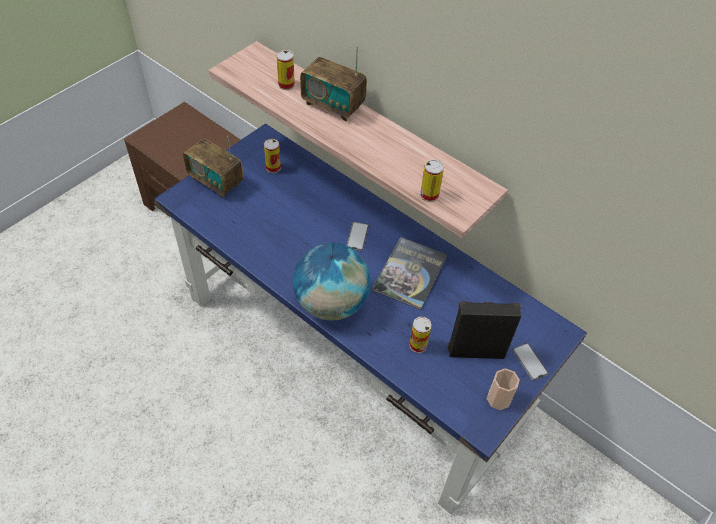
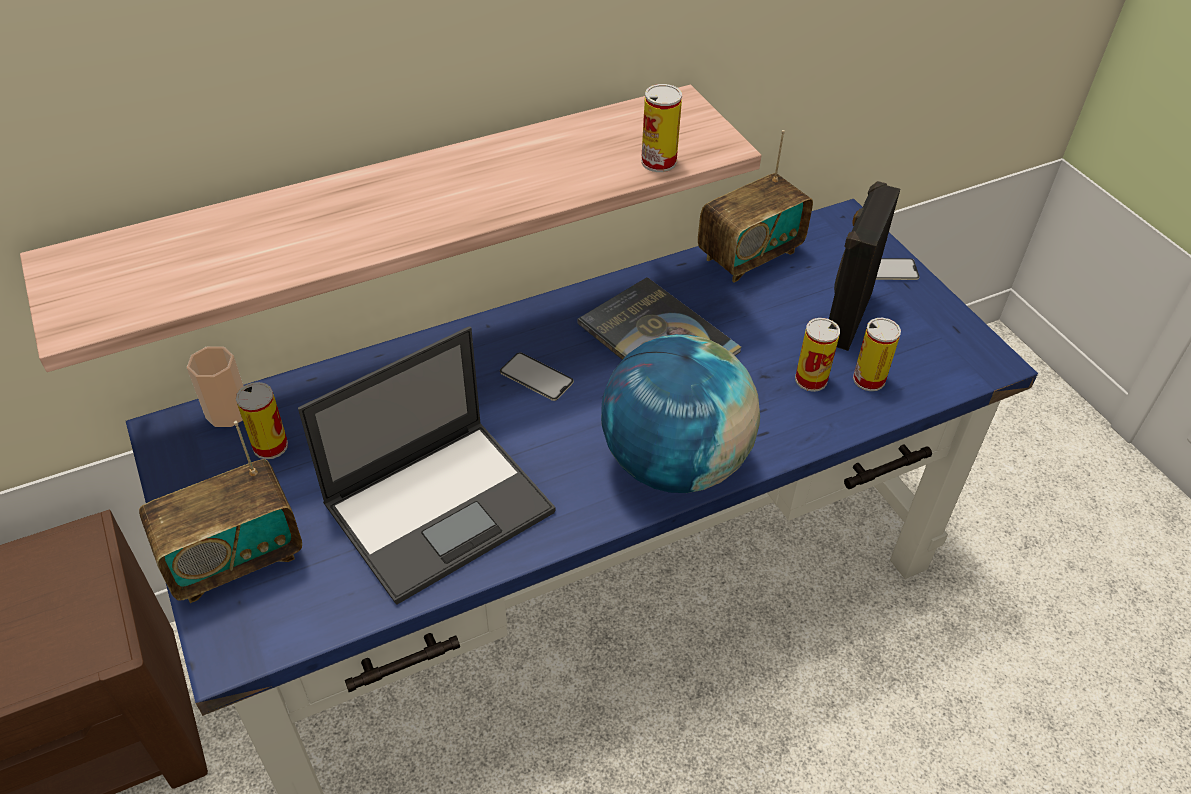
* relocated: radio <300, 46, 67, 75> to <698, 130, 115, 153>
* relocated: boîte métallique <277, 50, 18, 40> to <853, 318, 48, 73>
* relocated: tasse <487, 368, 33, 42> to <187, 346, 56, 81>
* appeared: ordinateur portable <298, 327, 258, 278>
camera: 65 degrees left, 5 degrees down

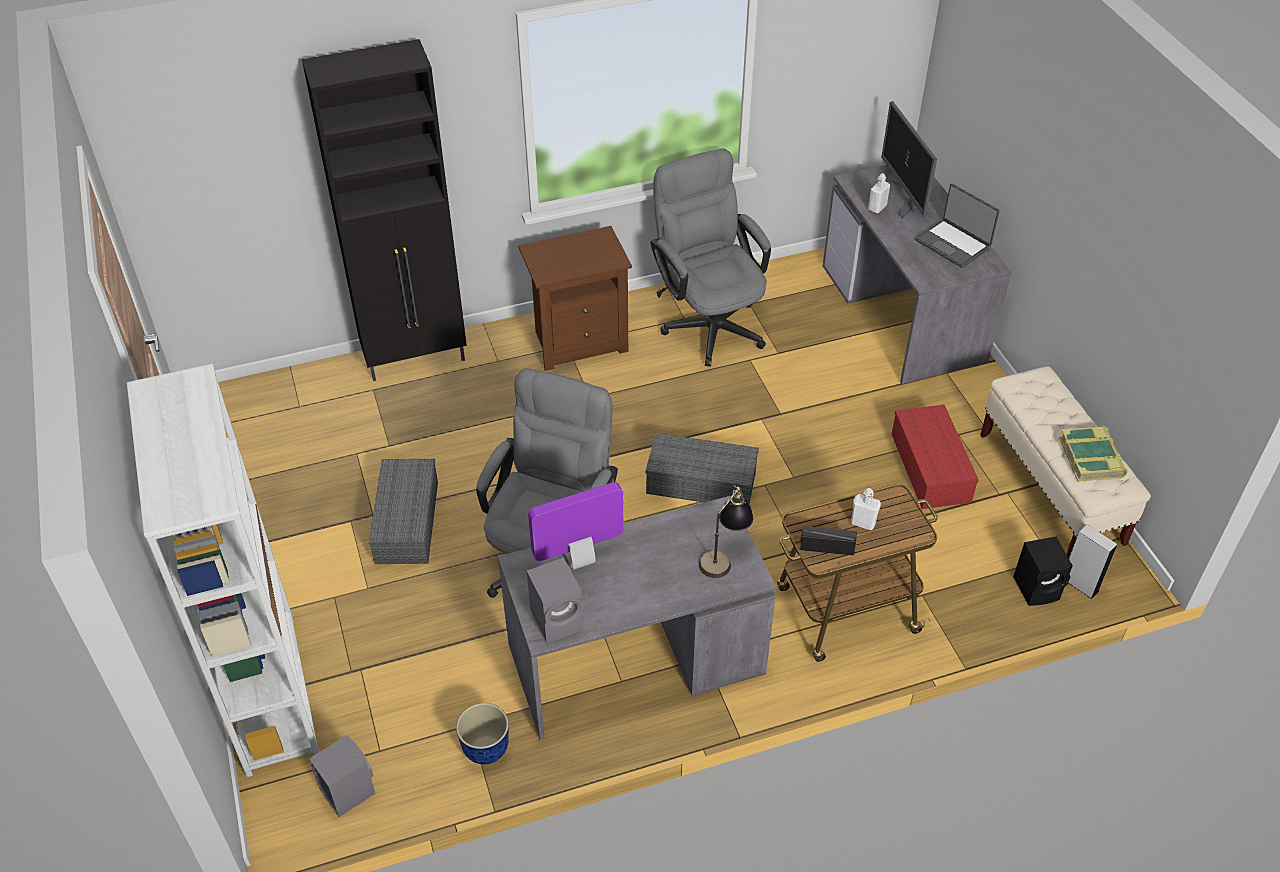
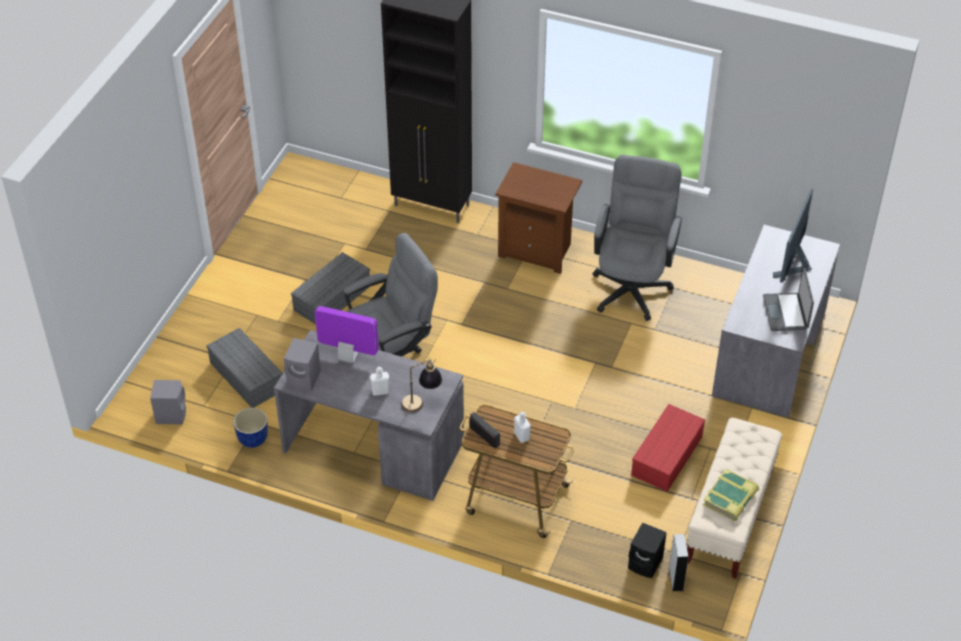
* relocated: bouteille/blanc <868, 173, 22, 40> to <370, 367, 19, 29>
* missing: bibliothèque/blanc <127, 363, 193, 414>
* relocated: boîte de rangement/gris <645, 433, 114, 71> to <206, 328, 77, 80>
camera: 40 degrees right, 0 degrees up

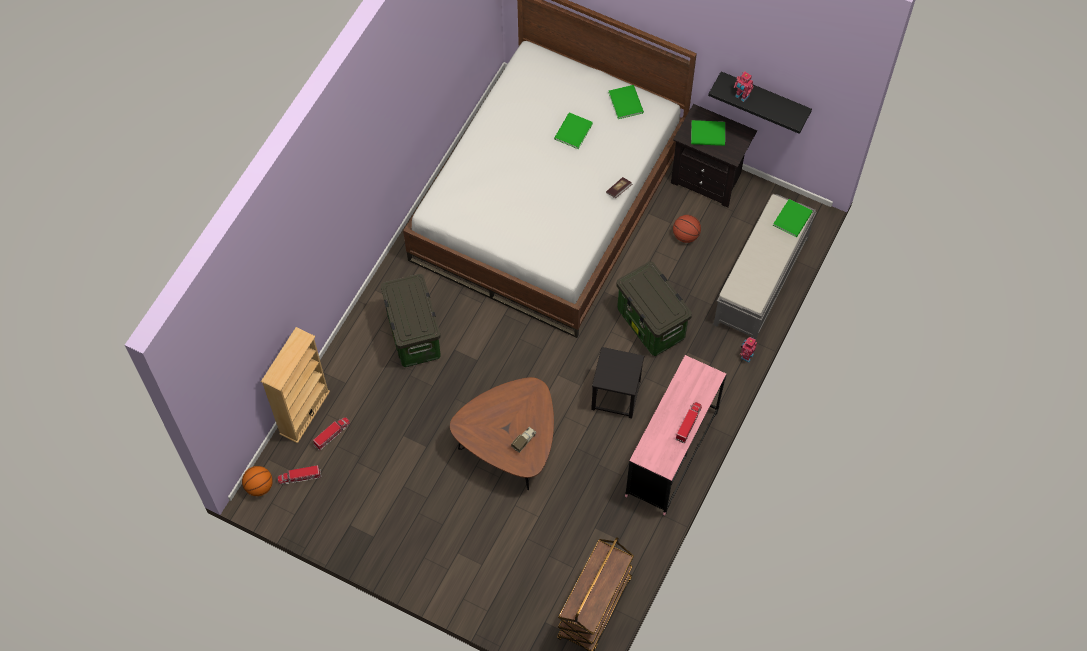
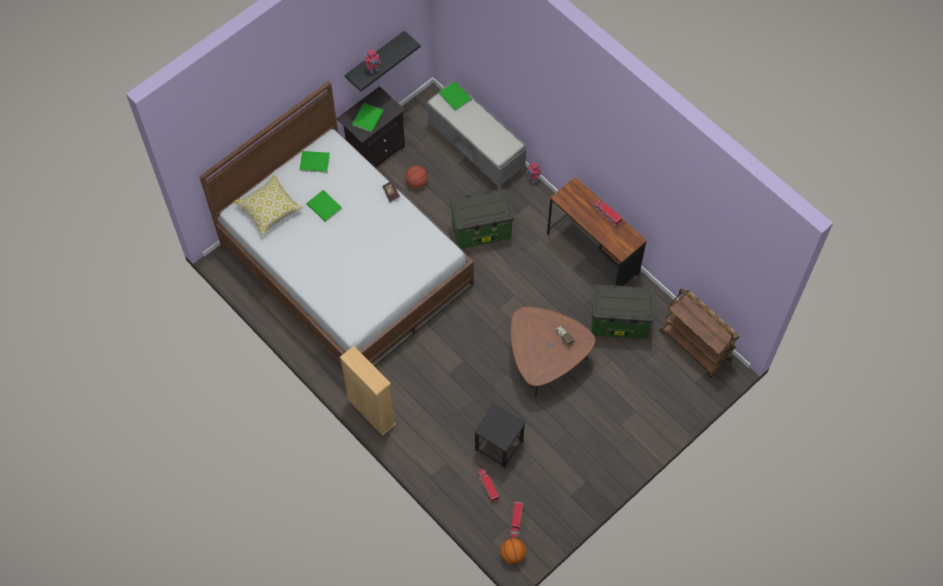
* relocated: boîte de rangement <381, 274, 60, 93> to <591, 285, 64, 54>
* relocated: bibliothèque/beige <261, 327, 69, 116> to <340, 346, 56, 90>
* relocated: tabouret/noir <591, 347, 53, 71> to <474, 404, 52, 64>
* colour: bureau/rose <625, 355, 101, 161> to bureau/marron <547, 177, 100, 109>
* appeared: coussin <234, 174, 69, 61>
camera: 70 degrees left, 0 degrees up

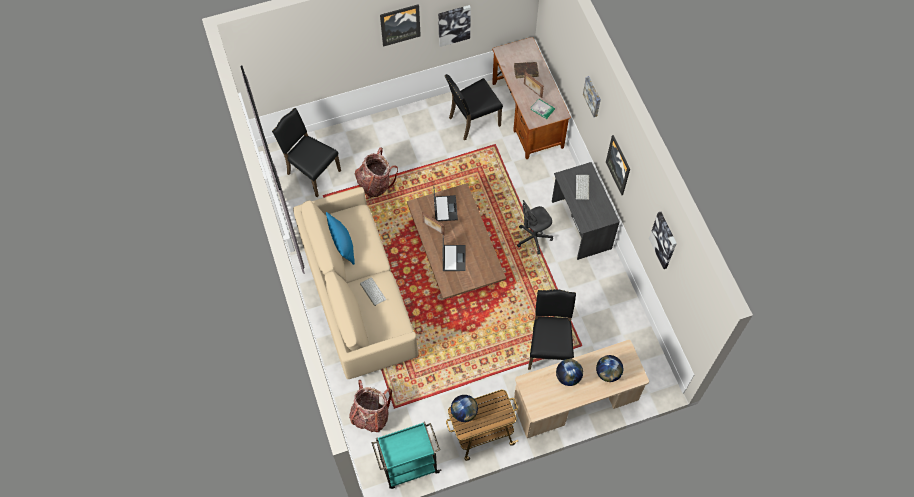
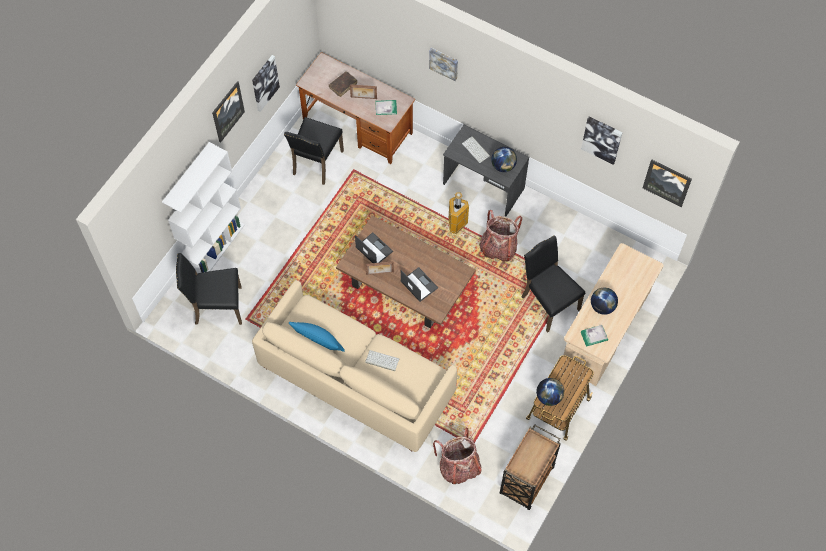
* relocated: tableau <606, 135, 24, 60> to <643, 159, 49, 48>
* relocated: sac à dos <355, 147, 43, 50> to <479, 210, 43, 52>
* exchanged: chaise de bureau/gris <517, 200, 36, 54> to poubelle <449, 192, 20, 42>
* relocated: globe <596, 355, 27, 27> to <491, 147, 26, 25>
* colour: chariot/turquoise <372, 422, 70, 67> to chariot/marron <500, 424, 61, 86>
* appeared: bibliothèque/blanc <162, 142, 83, 132>
* appeared: livre <581, 325, 27, 22>
camera: 40 degrees left, 0 degrees up

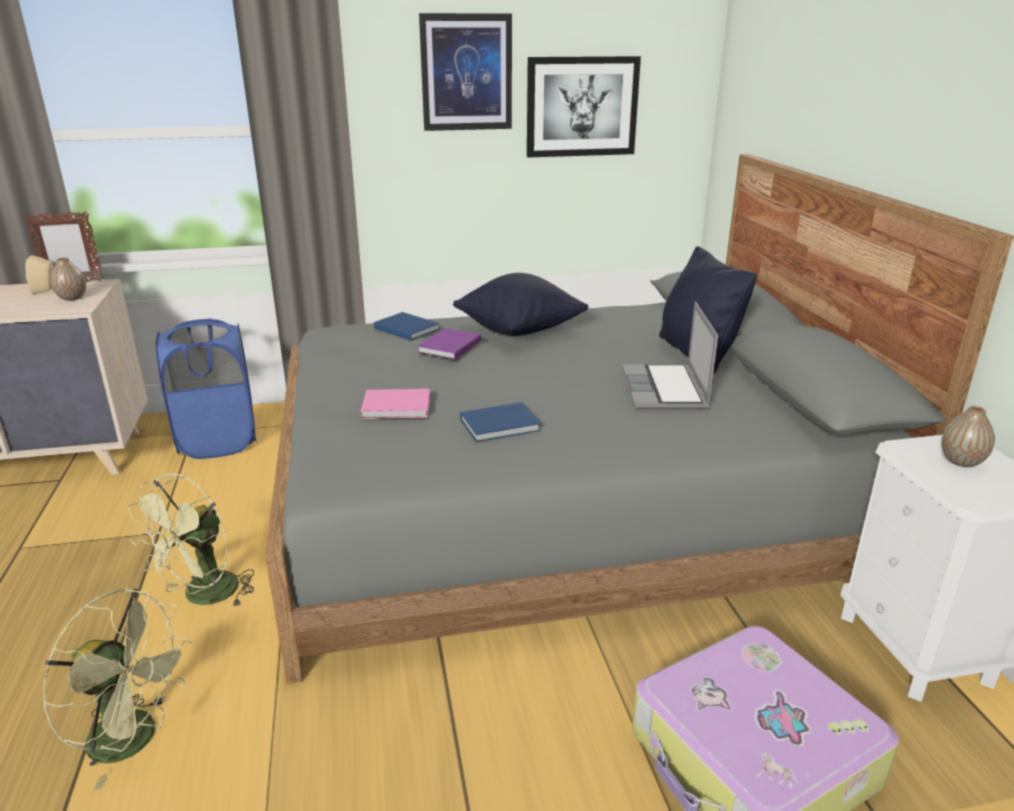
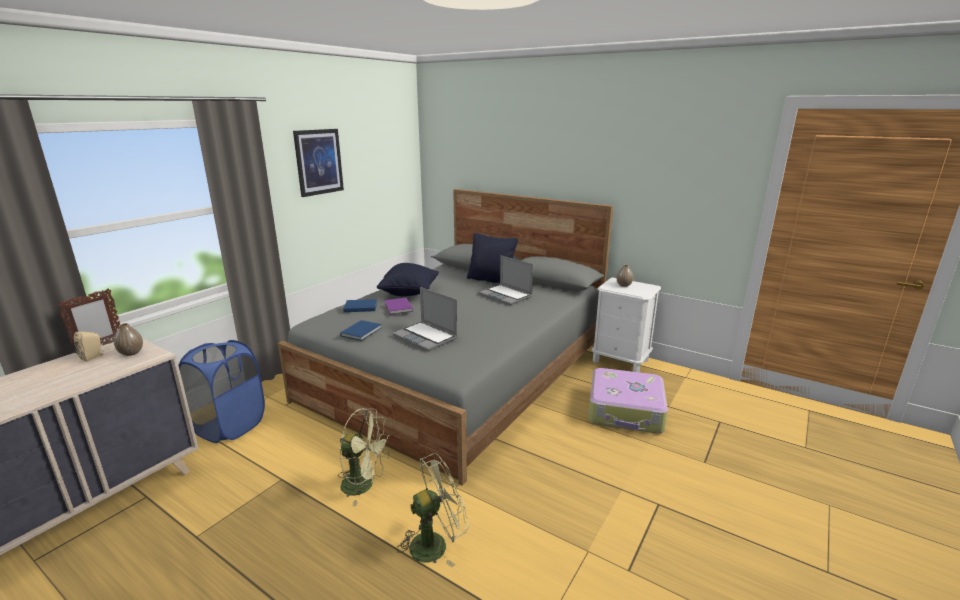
* missing: tableau <527, 56, 114, 101>
* exchanged: livre/rose <361, 389, 69, 30> to ordinateur portable <393, 287, 65, 64>
* relocated: livre/bleu <460, 402, 81, 40> to <340, 320, 41, 21>
* spun: ventilateur/vert <128, 473, 127, 135> = <338, 408, 52, 98> 60 degrees counterclockwise
camera: 45 degrees left, 5 degrees down

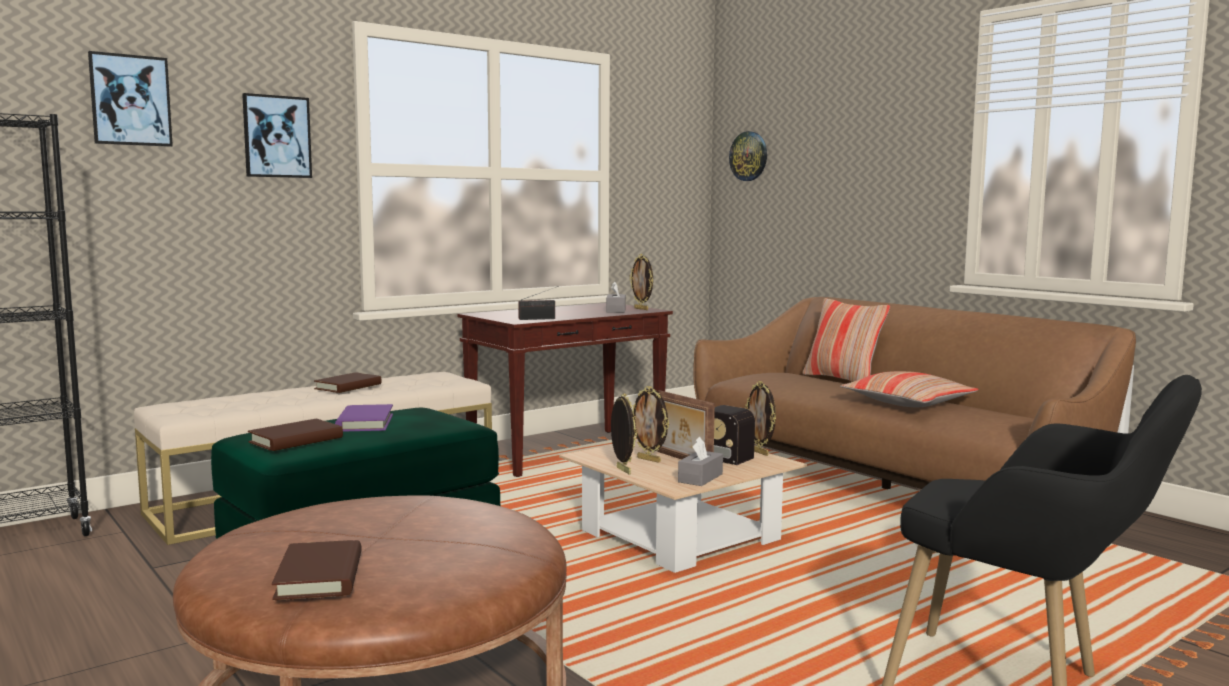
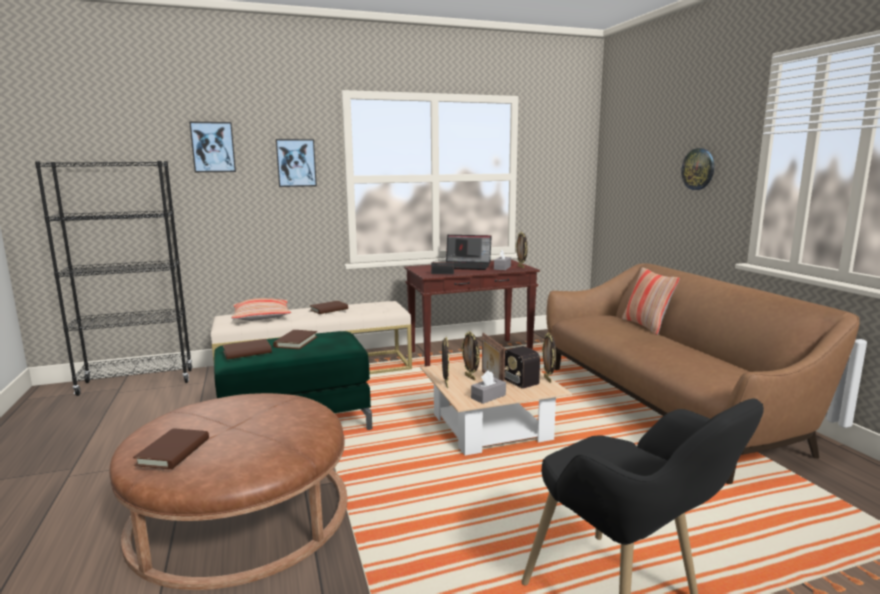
* relocated: horloge murale <729, 131, 38, 50> to <681, 148, 33, 42>
* relocated: coussin <840, 371, 139, 36> to <231, 298, 60, 23>
* colour: livre/violet <335, 404, 58, 28> to livre/marron <273, 330, 45, 19>
* appeared: ordinateur portable <446, 235, 46, 35>
camera: 20 degrees right, 5 degrees up

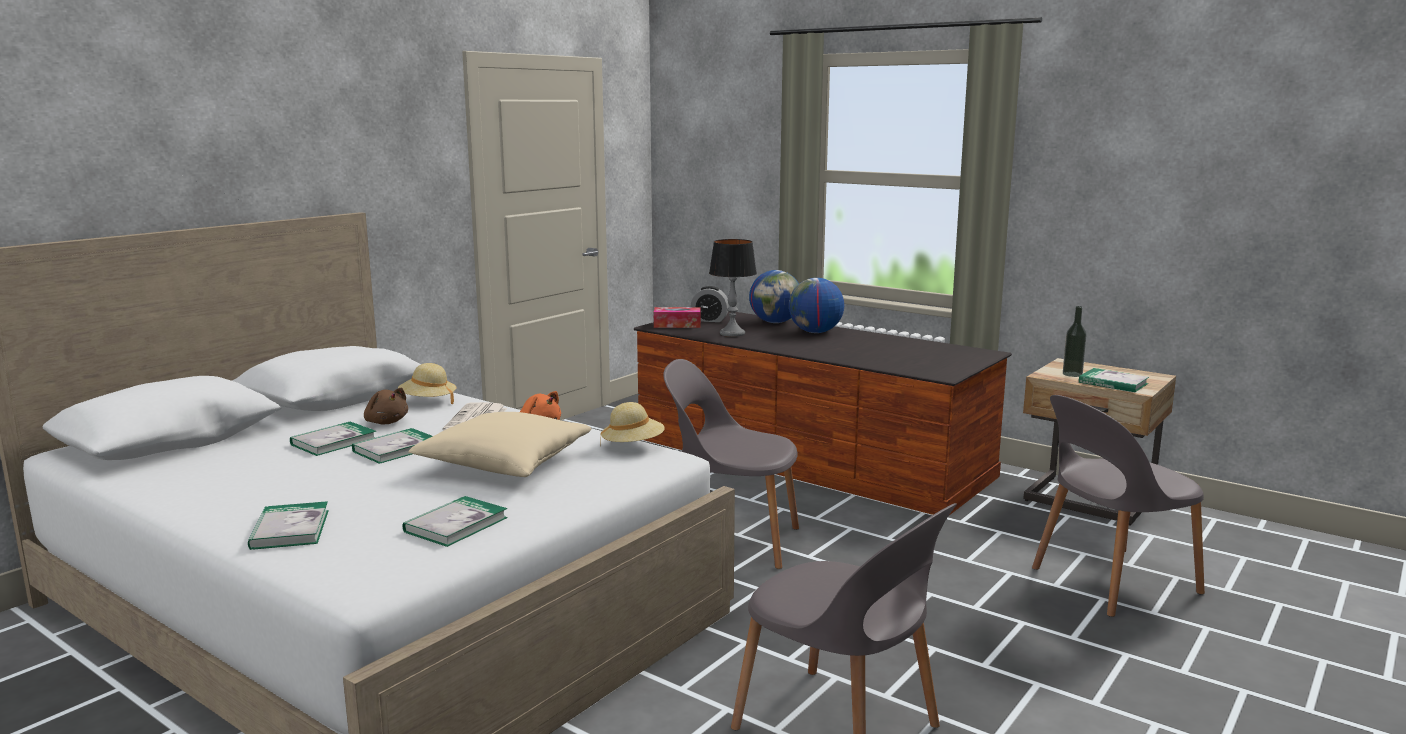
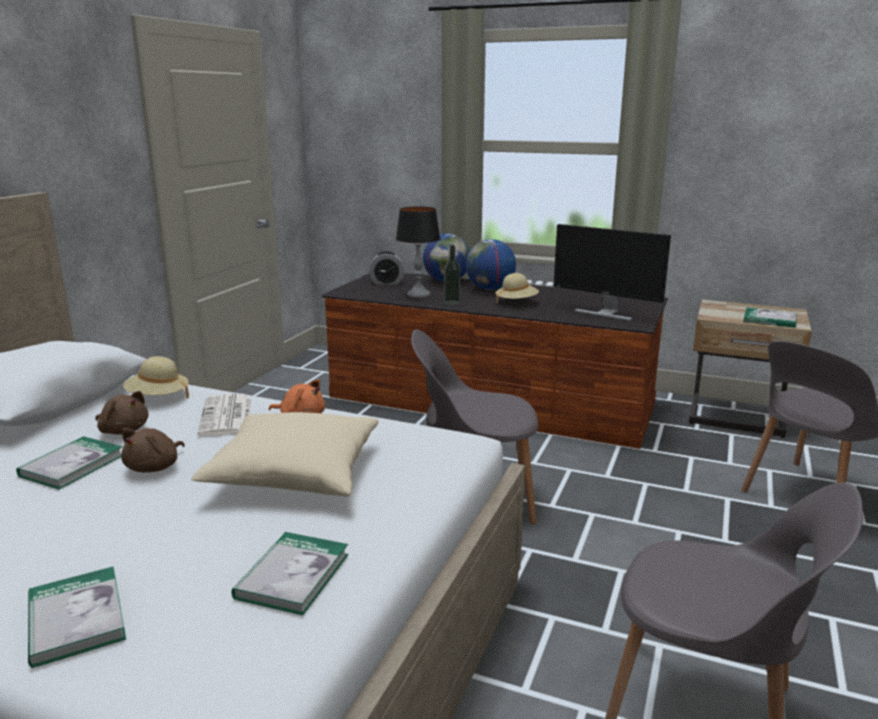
* relocated: bouteille <1063, 306, 24, 71> to <444, 245, 16, 60>
* missing: boîte à mouchoirs <654, 307, 47, 21>
* relocated: chapeau/beige <600, 402, 65, 45> to <495, 273, 44, 31>
* exchanged: livre <352, 428, 81, 36> to peluche/marron <121, 428, 64, 44>
* appeared: écran d'ordinateur <554, 224, 117, 97>
camera: 15 degrees left, 5 degrees up

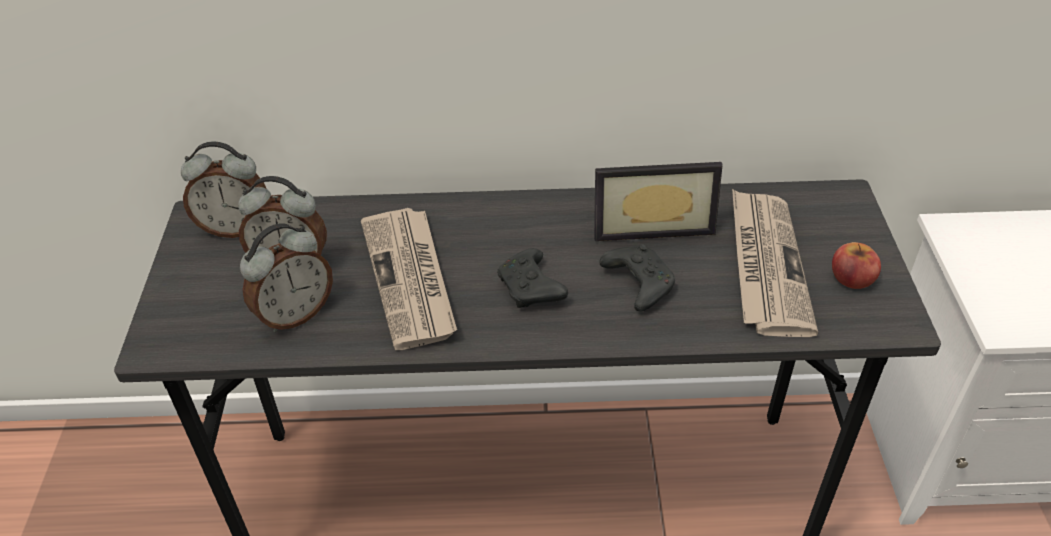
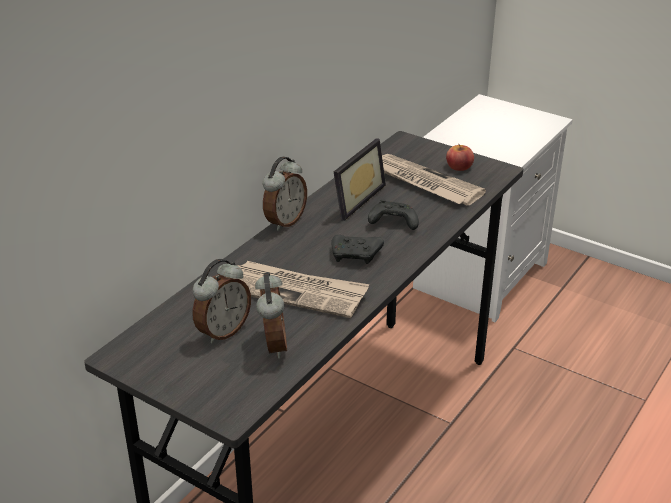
* relocated: réveil <181, 141, 85, 97> to <263, 156, 44, 75>
camera: 55 degrees left, 10 degrees down

